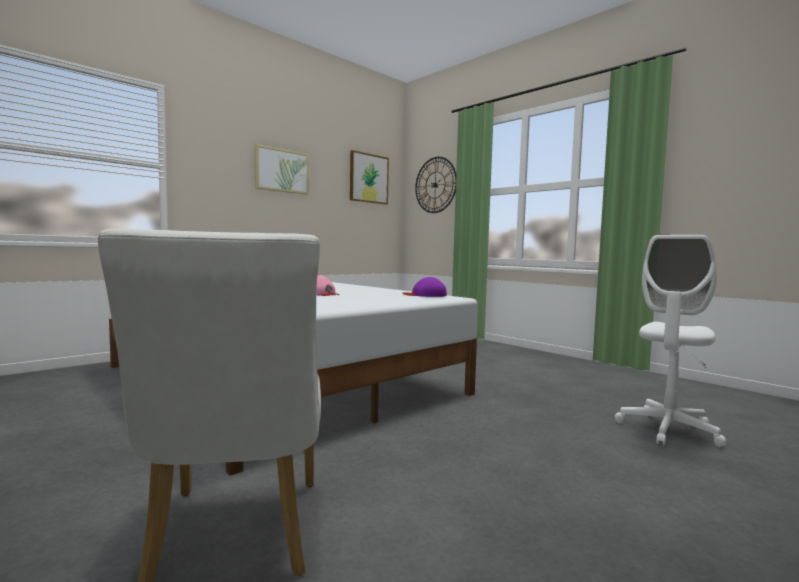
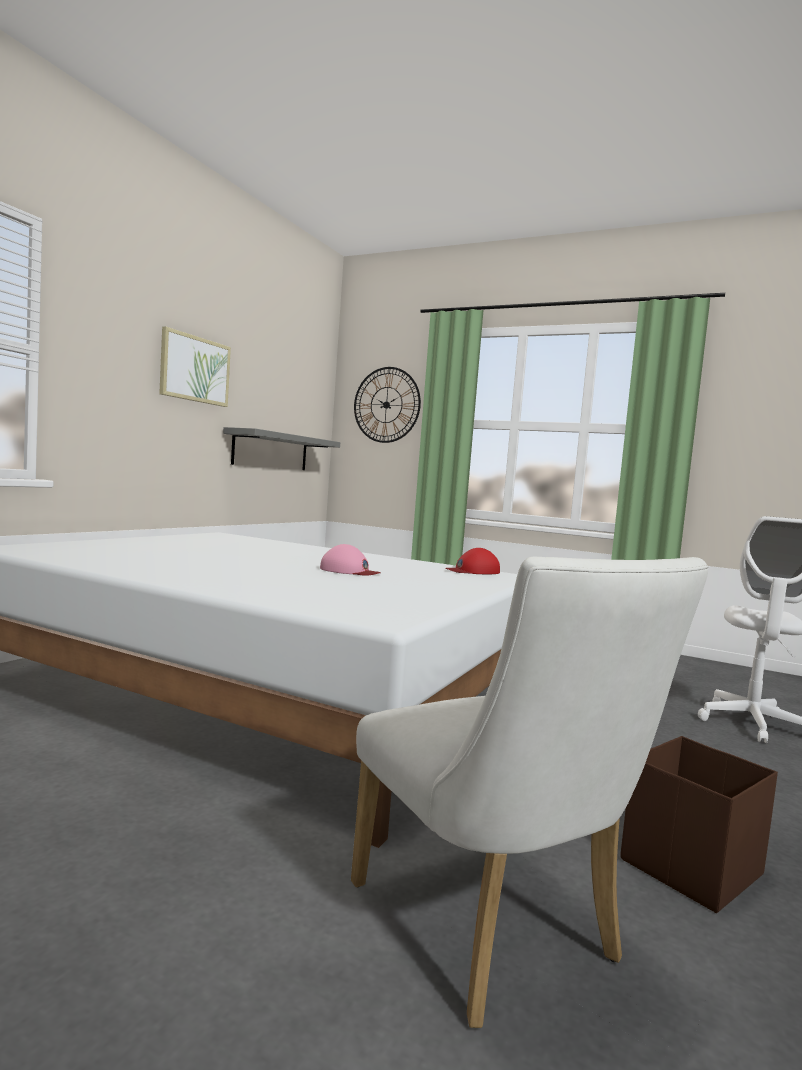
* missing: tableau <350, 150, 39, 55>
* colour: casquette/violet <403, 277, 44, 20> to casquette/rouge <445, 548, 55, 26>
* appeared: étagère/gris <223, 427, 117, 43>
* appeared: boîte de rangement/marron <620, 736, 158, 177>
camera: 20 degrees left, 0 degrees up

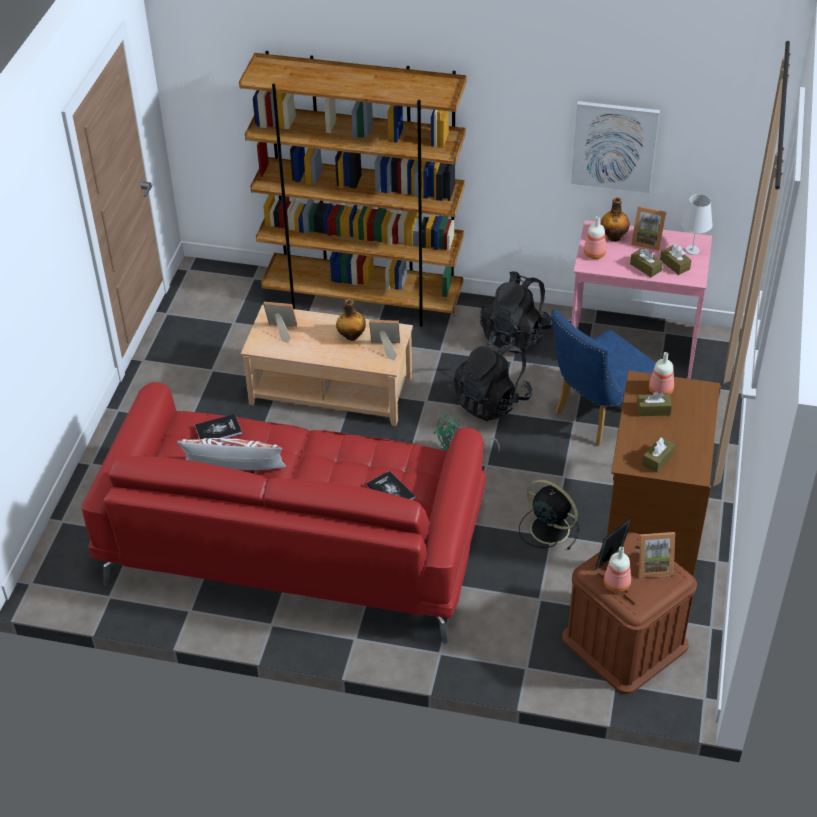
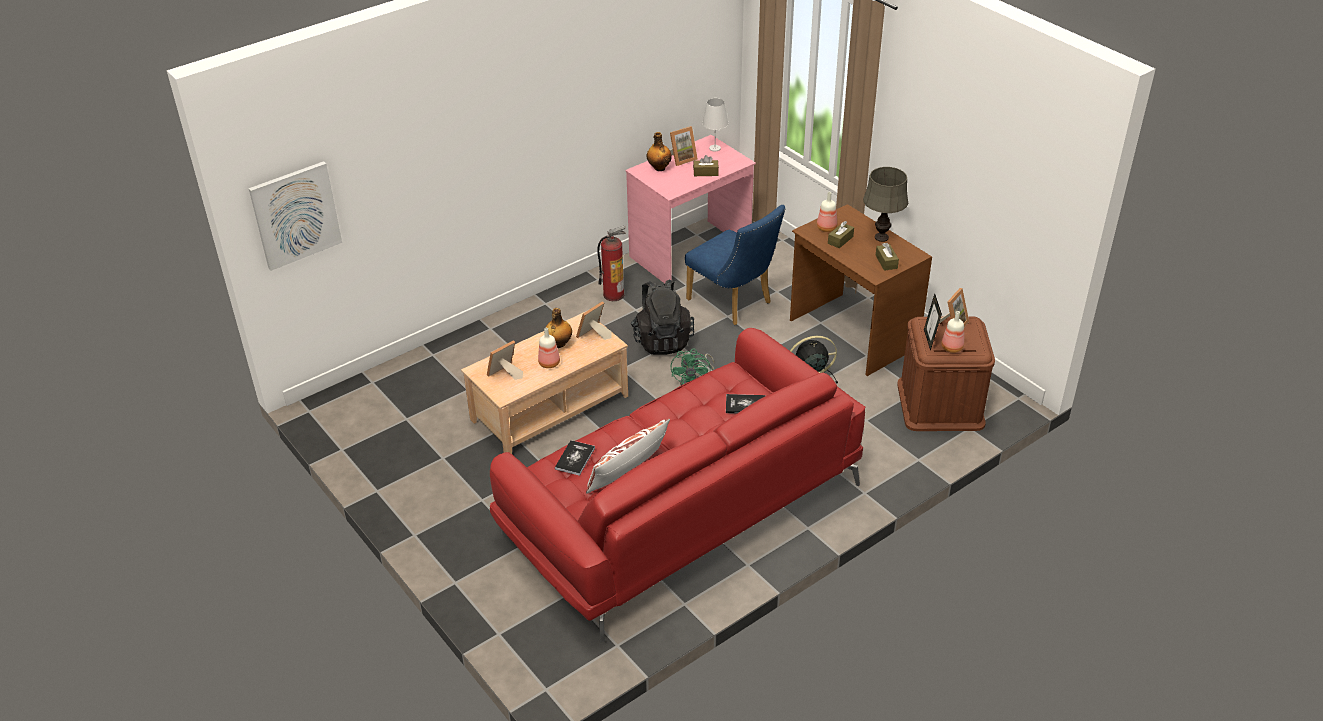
* missing: bibliothèque/marron <239, 51, 228, 276>
* relocated: tableau <571, 101, 89, 92> to <249, 161, 93, 110>
* relocated: bouteille <584, 216, 22, 43> to <538, 328, 22, 40>
* missing: boîte à mouchoirs/marron <660, 244, 32, 31>
* exchanged: sac à dos/noir <480, 271, 73, 83> to extincteur <597, 226, 29, 75>
* spun: chaise/bleu <551, 309, 105, 136> = <685, 205, 101, 120> 45 degrees counterclockwise
* appeared: lampe de table/gris <863, 167, 45, 75>
camera: 50 degrees left, 5 degrees down

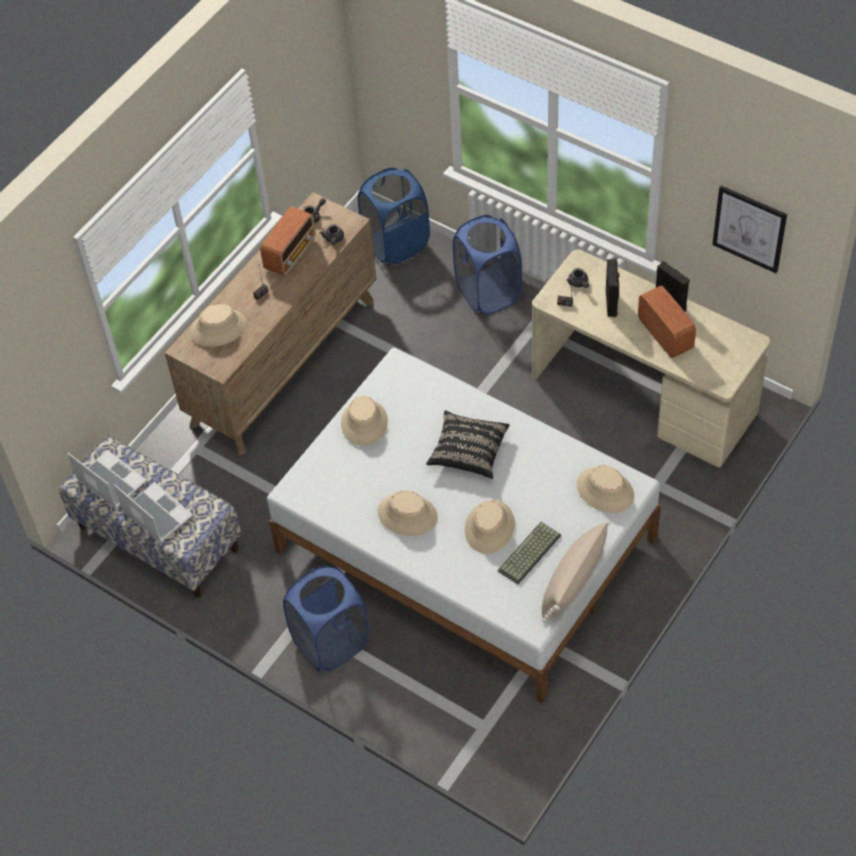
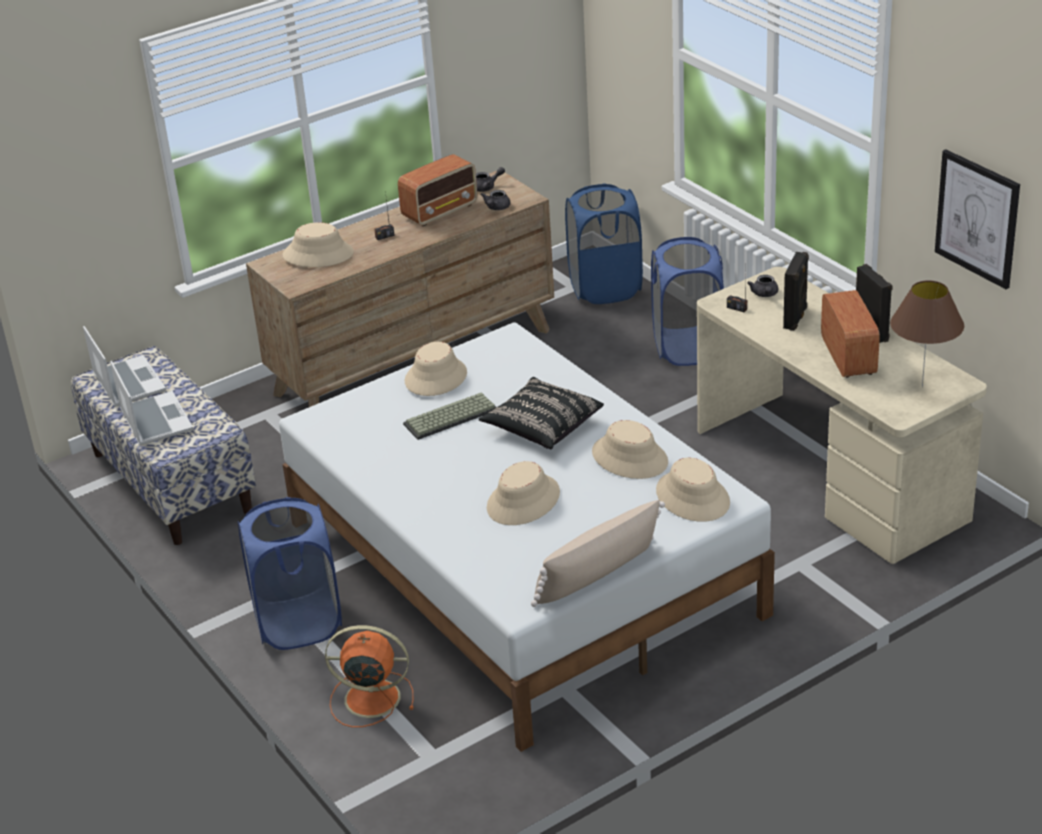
* relocated: chapeau/beige <378, 491, 60, 45> to <592, 420, 76, 59>
* relocated: clavier <498, 522, 63, 62> to <403, 392, 94, 48>
* appeared: lampe de table/marron <890, 280, 74, 107>
* appeared: ventilateur/orange <325, 625, 88, 102>
camera: 20 degrees right, 20 degrees down

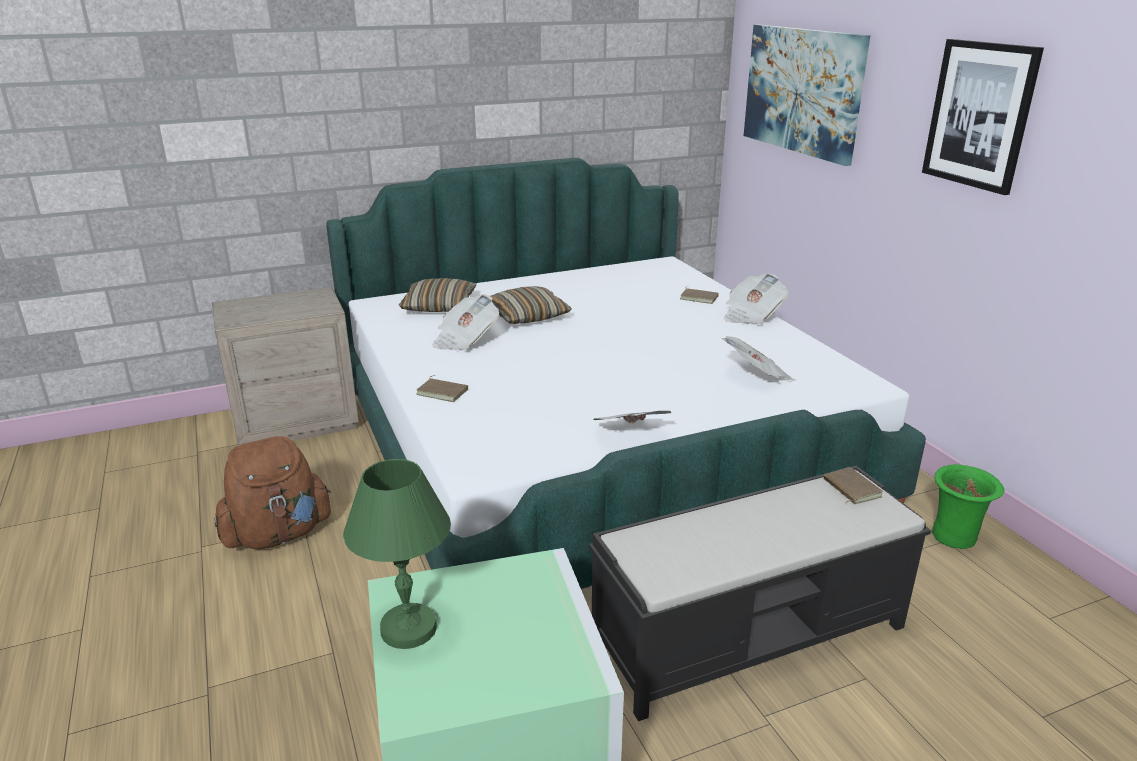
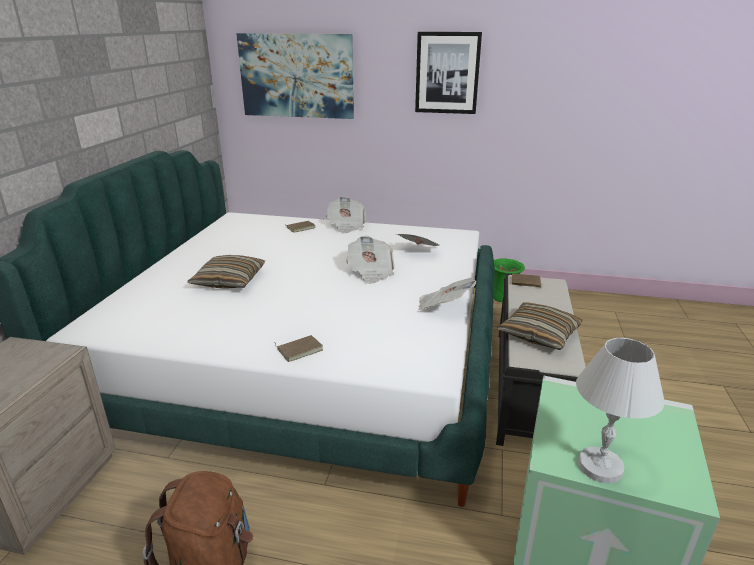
* relocated: coussin <399, 278, 77, 34> to <497, 302, 86, 48>
* relocated: journal <432, 294, 67, 56> to <346, 236, 49, 48>
* colour: lampe de table/vert <343, 459, 108, 190> to lampe de table/blanc <576, 338, 89, 145>
camera: 55 degrees left, 0 degrees up

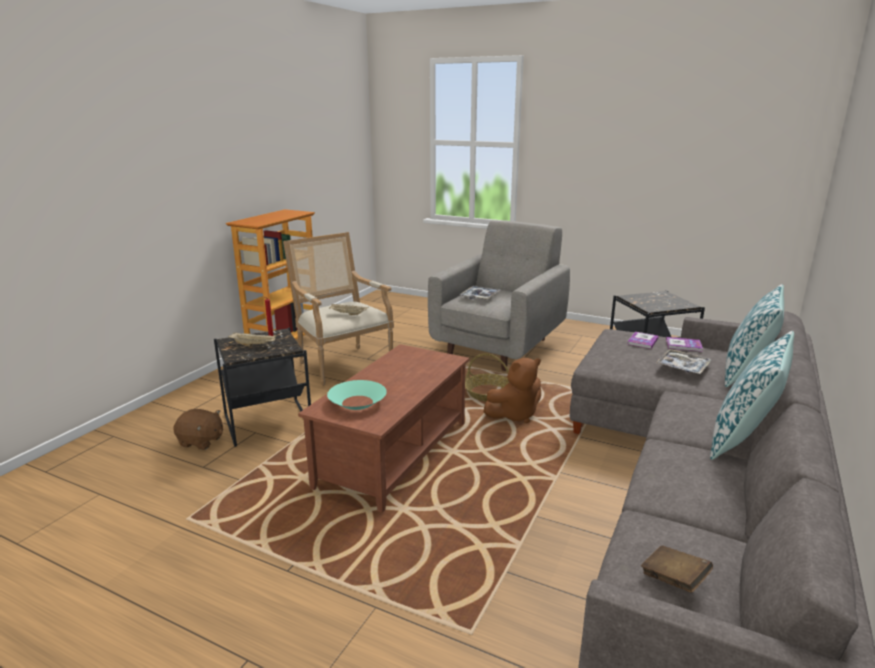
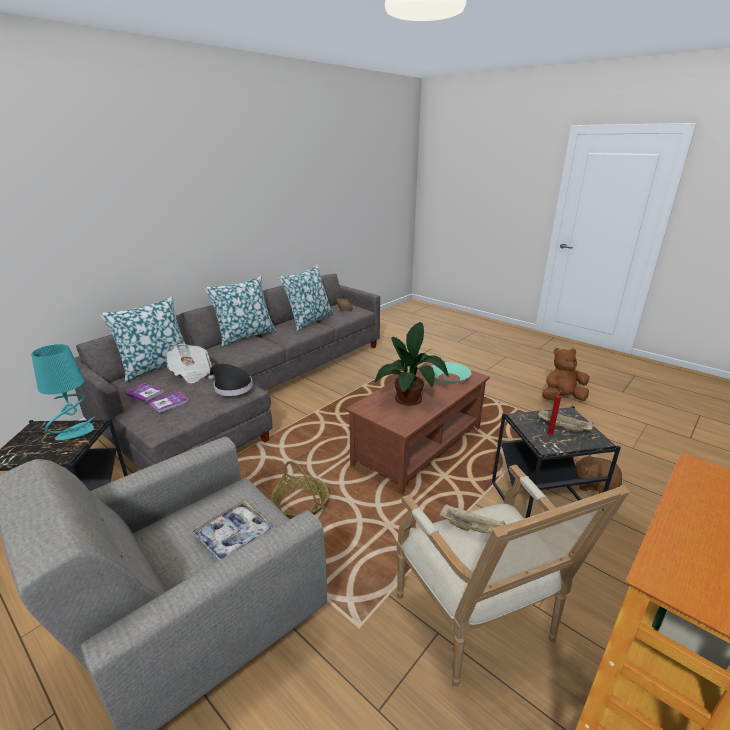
* exchanged: plateau <656, 349, 55, 25> to journal <167, 343, 45, 40>
* relocated: peluche/marron <483, 358, 58, 65> to <542, 348, 48, 53>
* appeared: coussin <279, 265, 55, 66>
* appeared: plante en pot <375, 322, 74, 84>
* appeared: lampe de table/turquoise <31, 344, 64, 96>
* appeared: chapeau/noir <208, 364, 45, 32>
camera: 165 degrees left, 5 degrees up

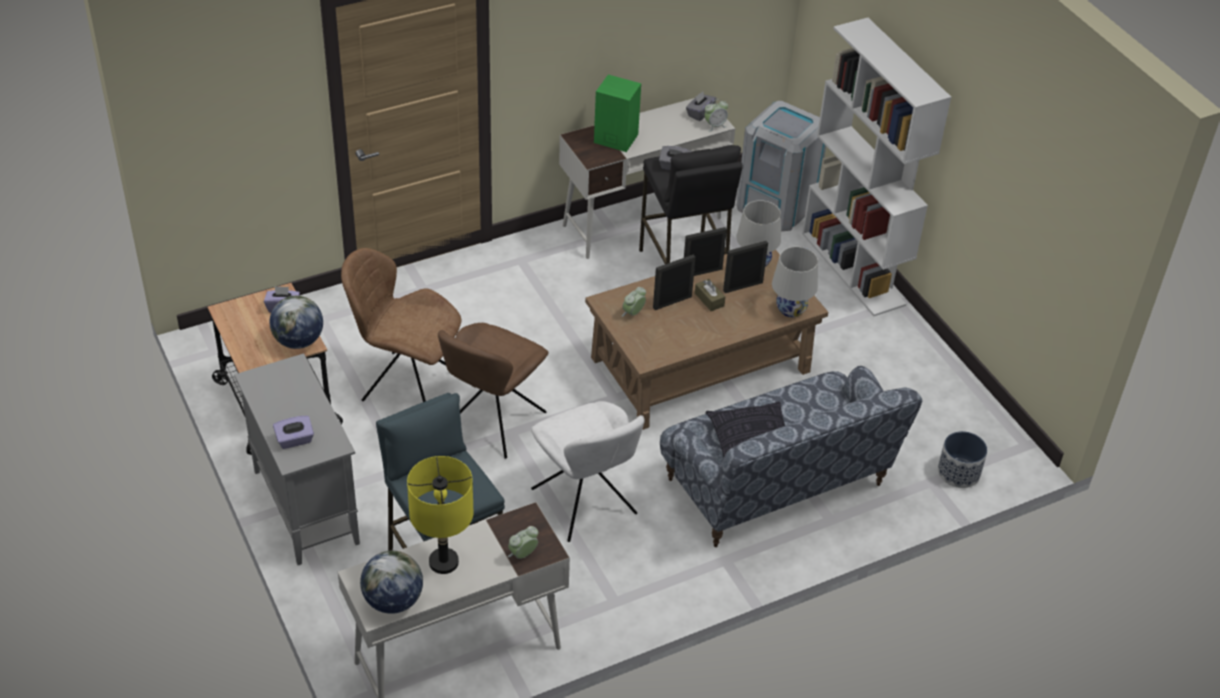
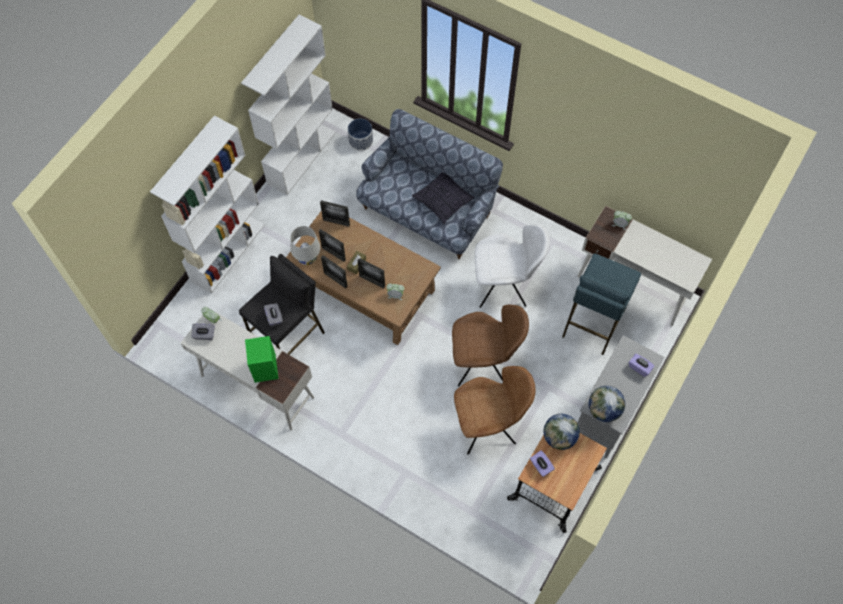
* missing: poubelle/gris <736, 101, 90, 130>
* exchanged: lampe de table/blanc <772, 247, 46, 70> to cadre photo <320, 200, 30, 27>
* spun: chaise/marron <341, 248, 121, 154> = <454, 366, 82, 89> 90 degrees counterclockwise
* spun: chaise/blanc <531, 401, 114, 141> = <475, 224, 75, 84> 60 degrees clockwise
* missing: lampe de table/jaune <407, 456, 66, 118>
* relocated: globe <360, 551, 63, 63> to <589, 386, 36, 36>
* appeared: bibliothèque/blanc <241, 15, 95, 180>
camera: 120 degrees left, 20 degrees up

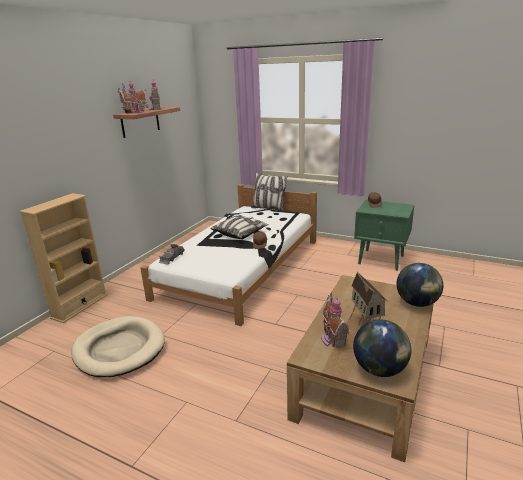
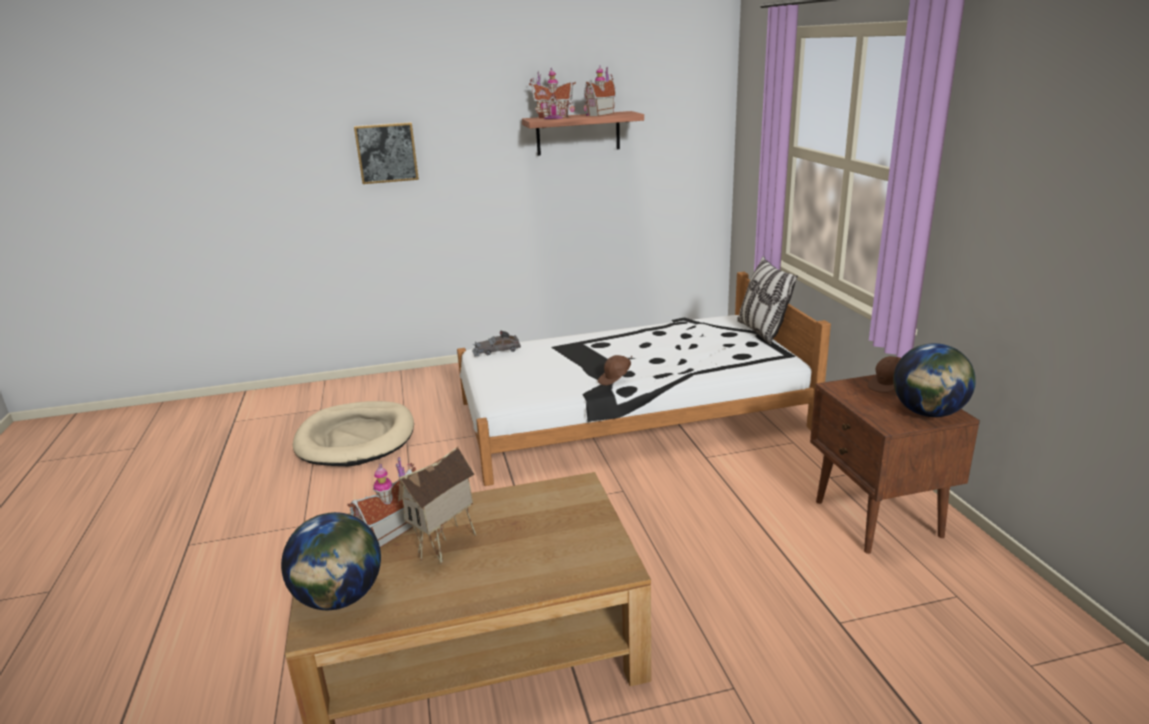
* missing: bibliothèque/beige <19, 193, 89, 130>
* colour: table de chevet/vert <354, 200, 60, 71> to table de chevet/marron <810, 375, 170, 179>
* missing: coussin <210, 215, 58, 24>
* relocated: globe <397, 263, 46, 44> to <893, 343, 83, 74>
* appeared: tableau <354, 122, 65, 62>
camera: 50 degrees right, 0 degrees up

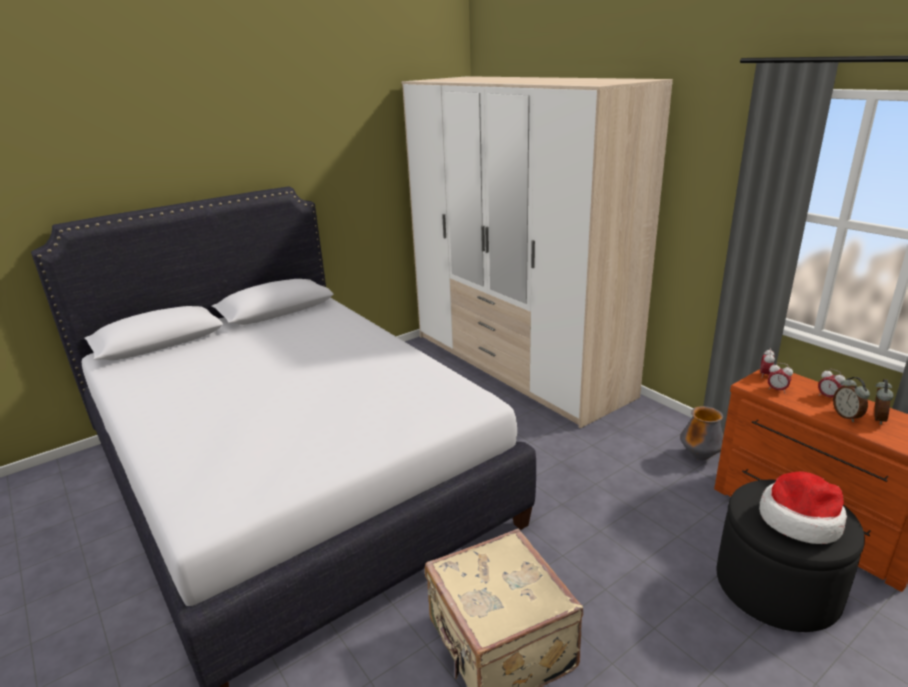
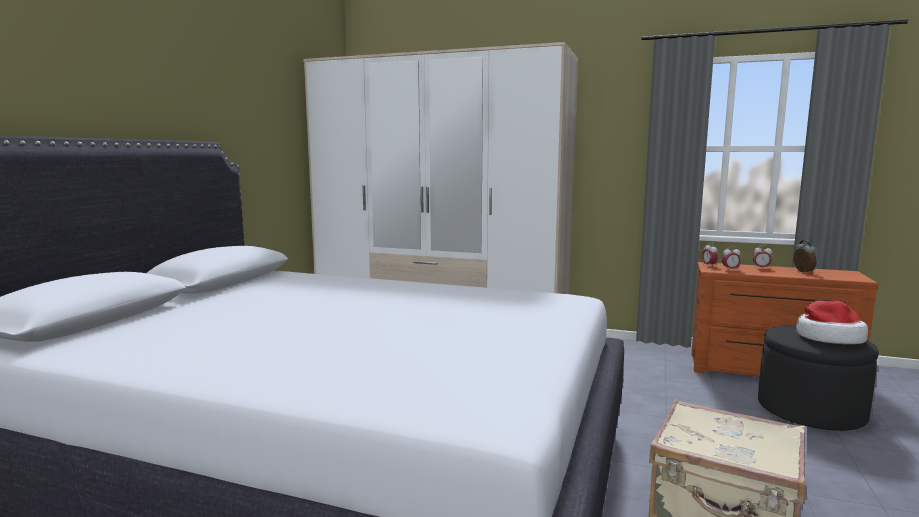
* missing: réveil <833, 377, 37, 45>
* missing: vase <680, 406, 44, 54>
camera: 35 degrees left, 15 degrees down

